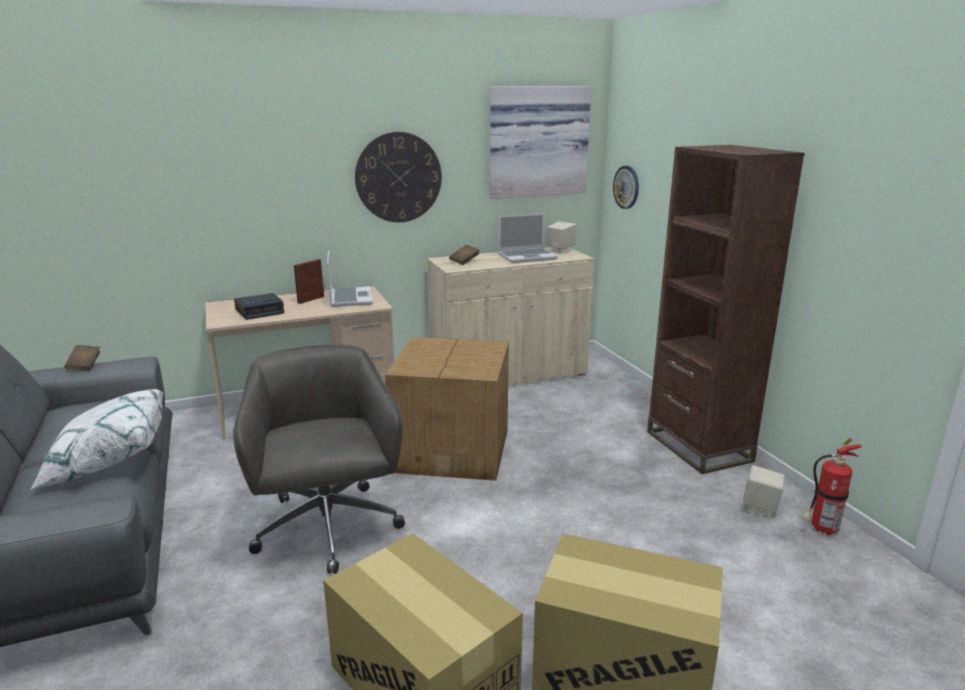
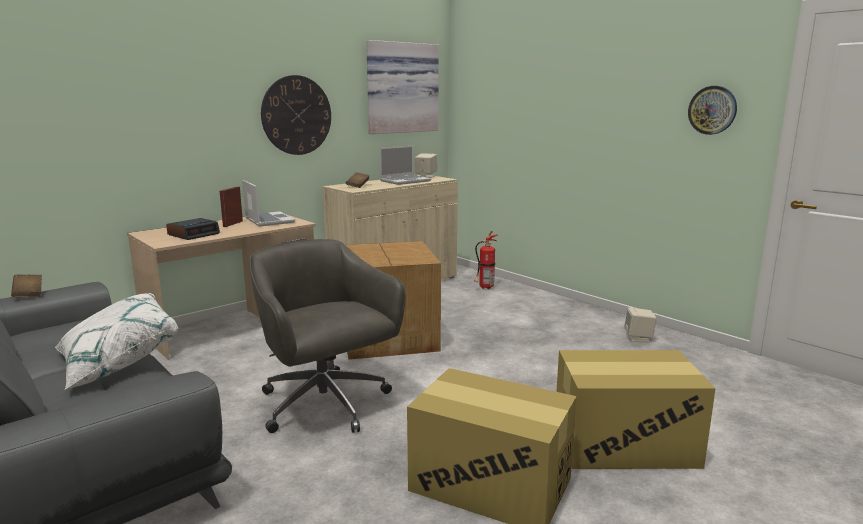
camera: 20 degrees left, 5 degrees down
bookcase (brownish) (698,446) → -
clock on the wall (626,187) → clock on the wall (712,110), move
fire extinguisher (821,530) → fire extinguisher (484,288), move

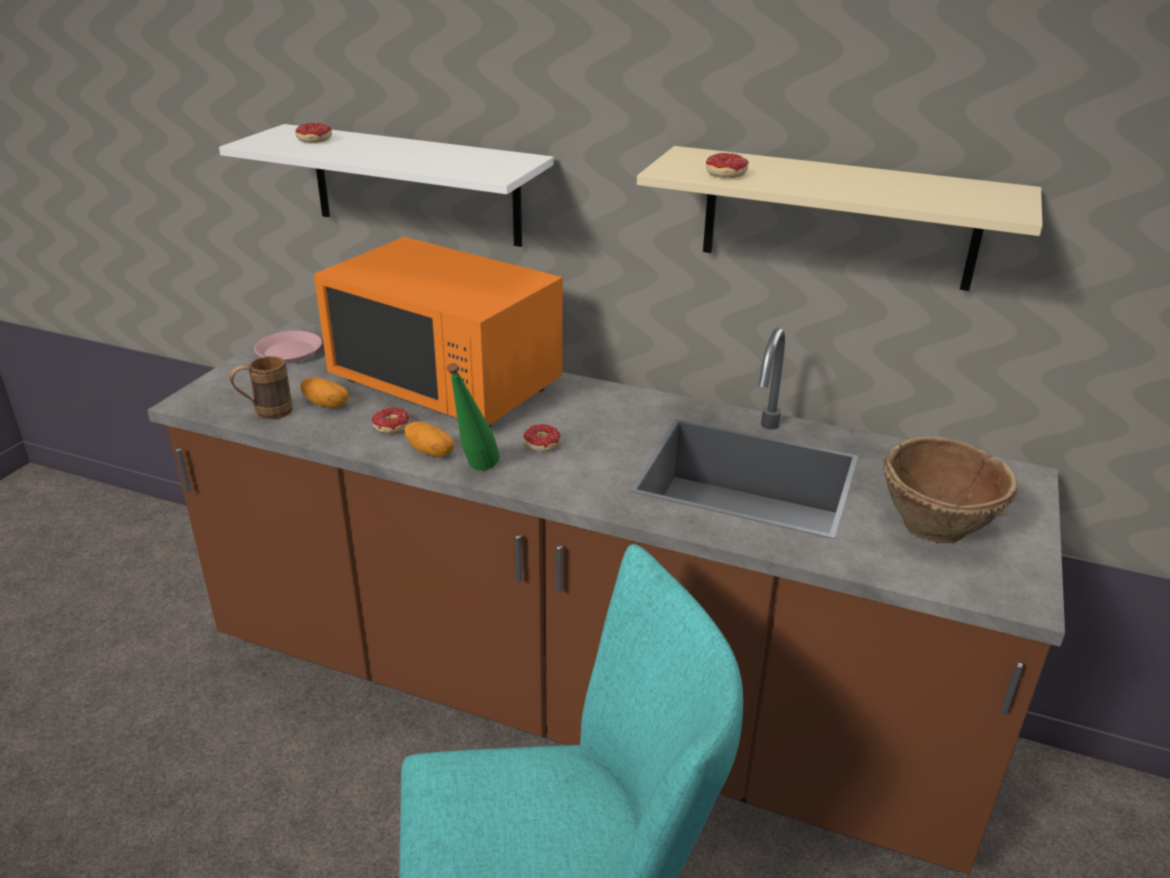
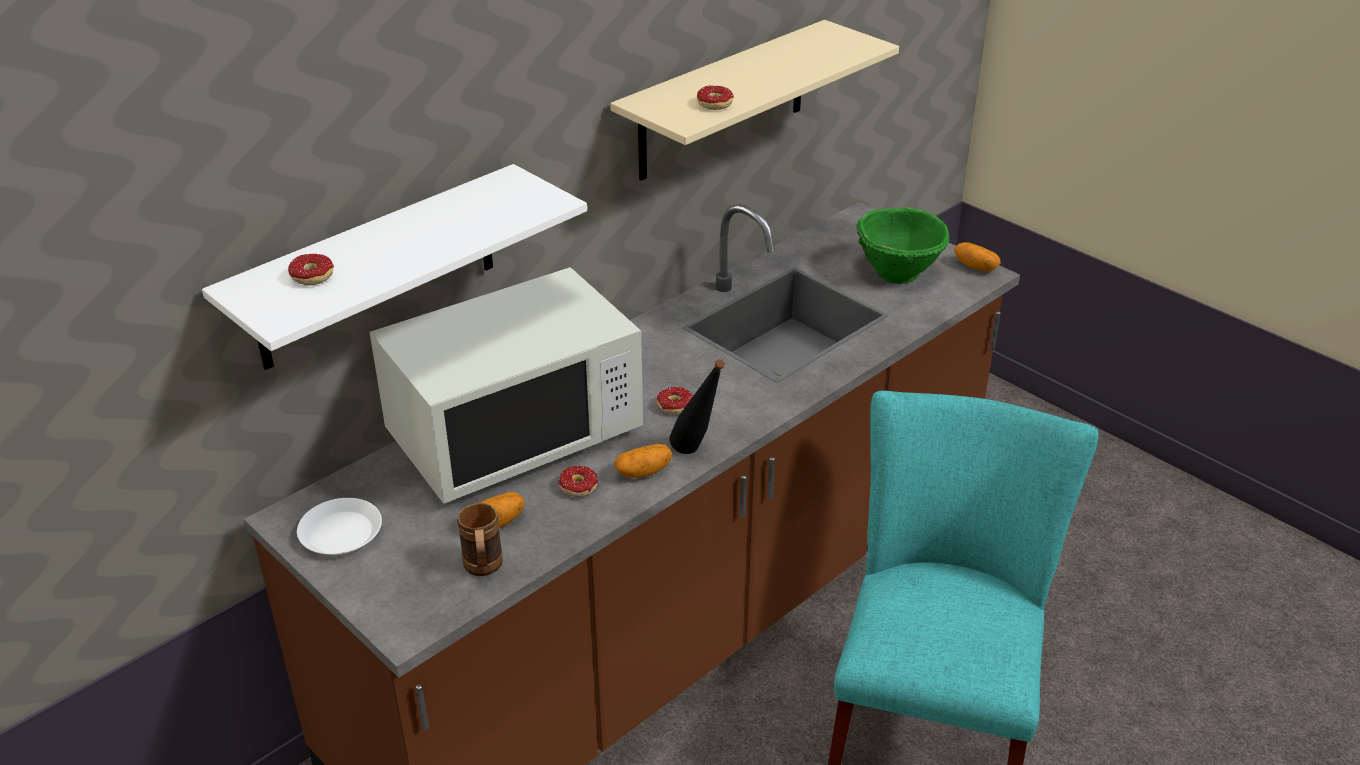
camera: 65 degrees left, 5 degrees up
microwave oven (orange) (447,383) → microwave oven (whitish) (515,434)
dinner plate (pinkish) (289,352) → dinner plate (whitish) (341,533)
drink bottle (green-coloured) (474,472) → drink bottle (black-coloured) (697,454)
serving bowl (brownish) (937,527) → serving bowl (green-coloured) (898,272)
- → whole potato (975,267)

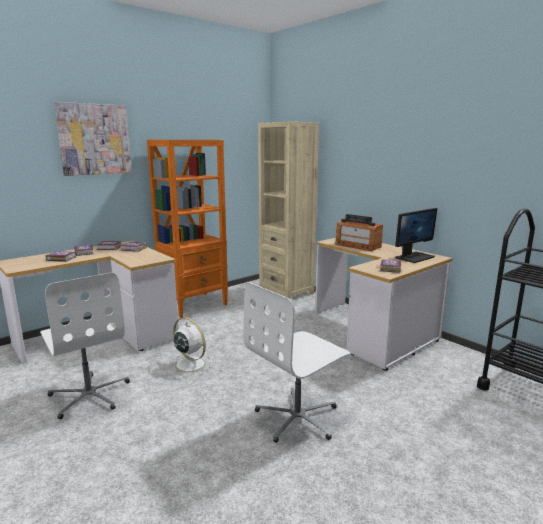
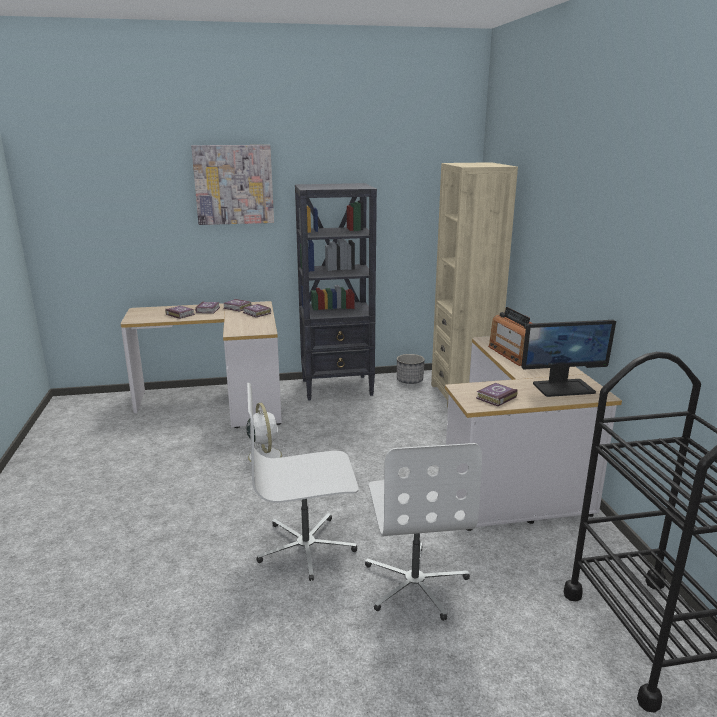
camera: 30 degrees right, 5 degrees up
bookcase (orange) (194,305) → bookcase (black-coloured) (338,388)
computer chair (whitish) (90,395) → computer chair (whitish) (415,583), move
- → planter (409,380)

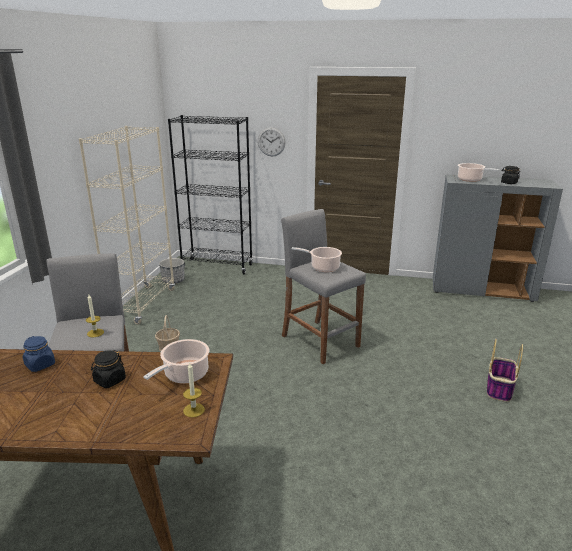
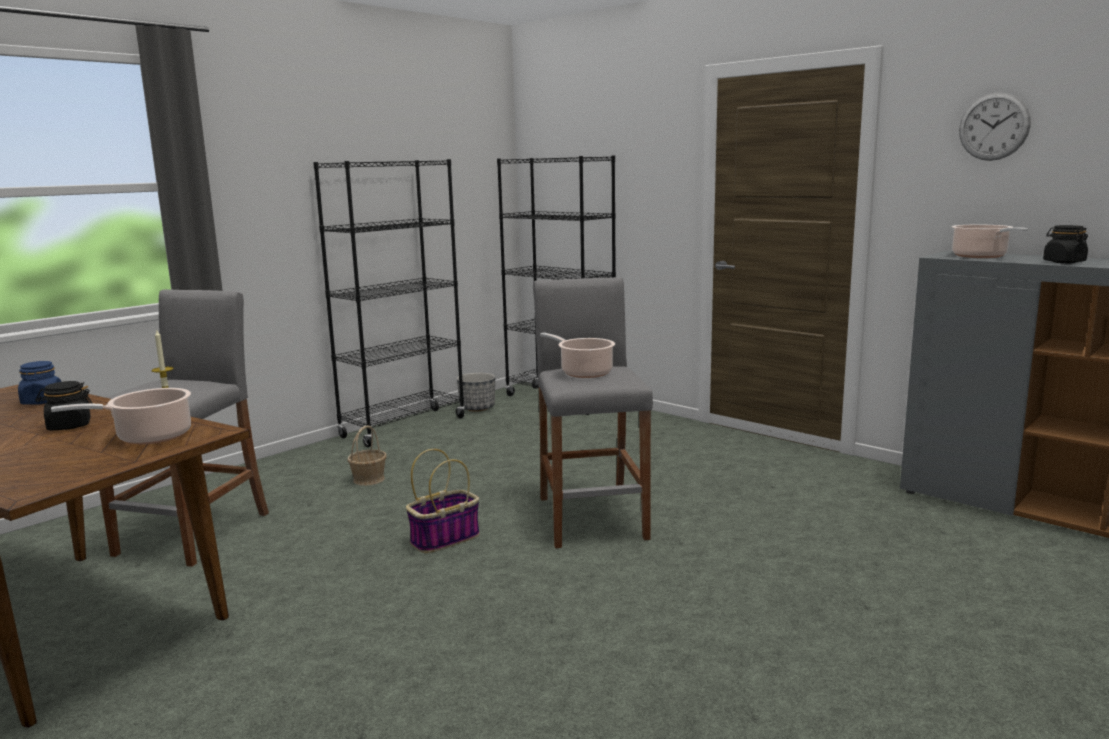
camera: 30 degrees right, 10 degrees down
bookcase (beige-coloured) (143,305) → bookcase (black-coloured) (403,427)
clock on the wall (271,142) → clock on the wall (994,126), move
household basket (499,388) → household basket (445,539), move
wax candle (194,410) → -

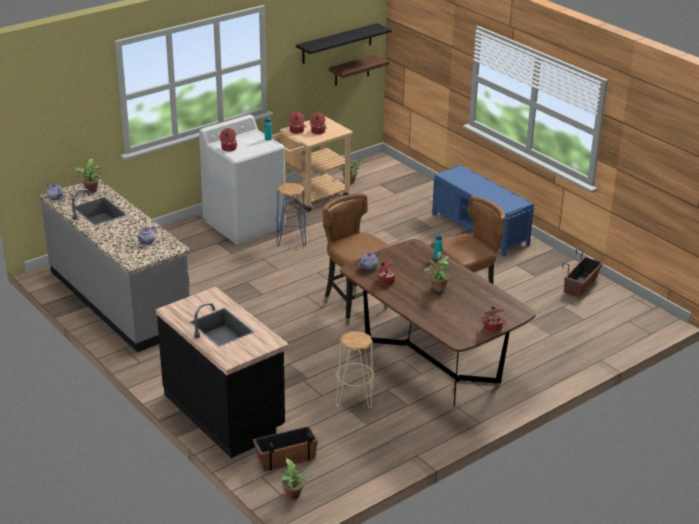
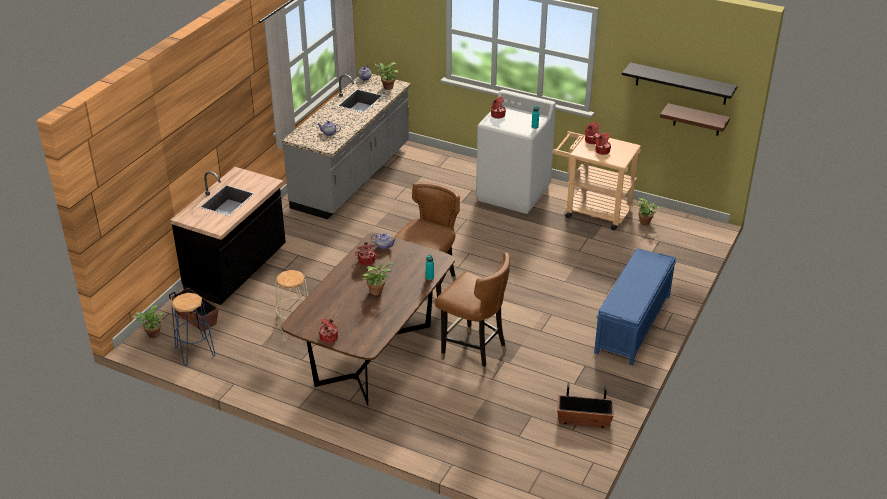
camera: 65 degrees right, 5 degrees up
stool seat (bluish) (291,239) → stool seat (bluish) (195,351), move

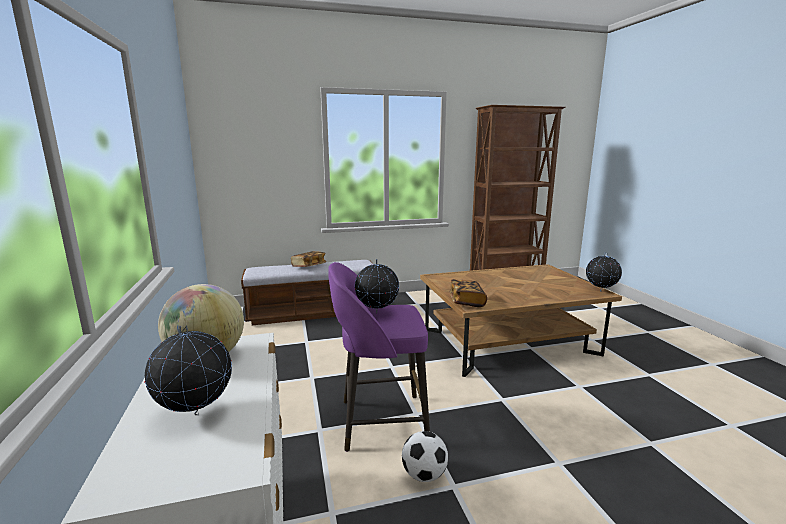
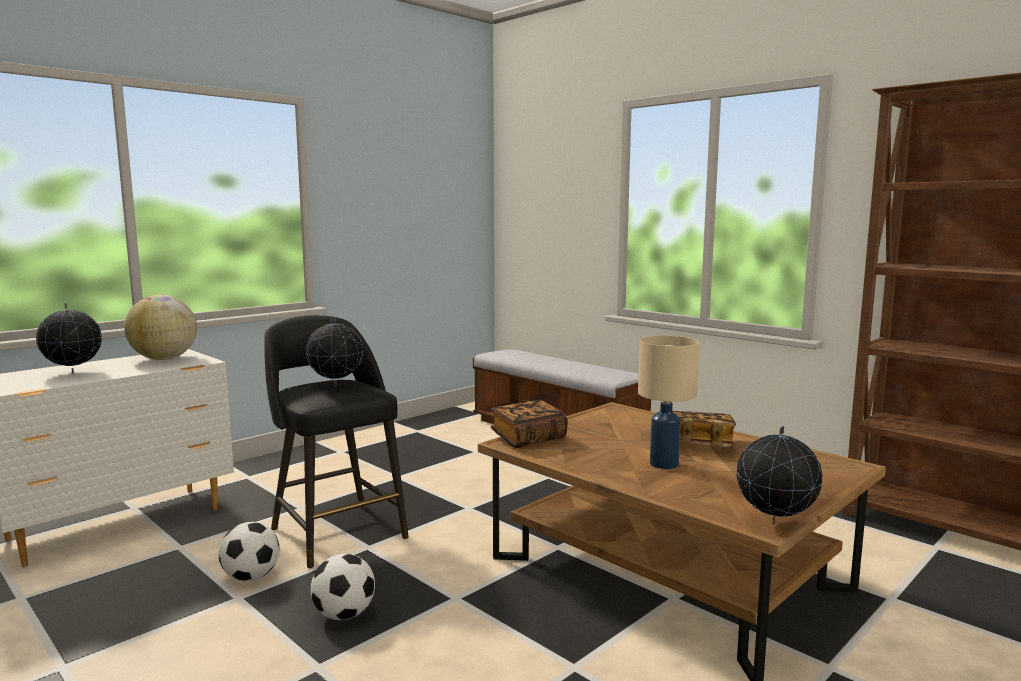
camera: 60 degrees right, 5 degrees down
volume (309,266) → volume (699,444), move
stool seat (purplish) (380,421) → stool seat (black-coloured) (337,531)
- → lamp for a table (beige-coloured) (663,464)
- → ball for football (344,615)

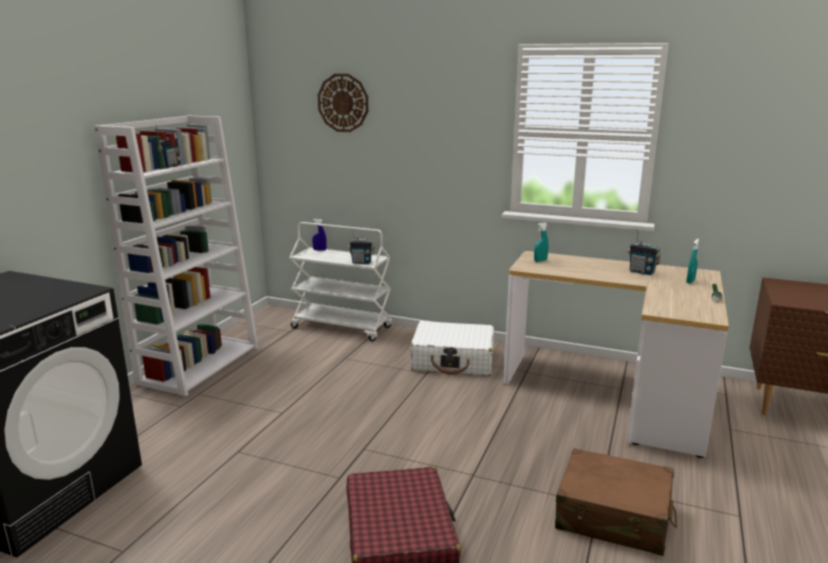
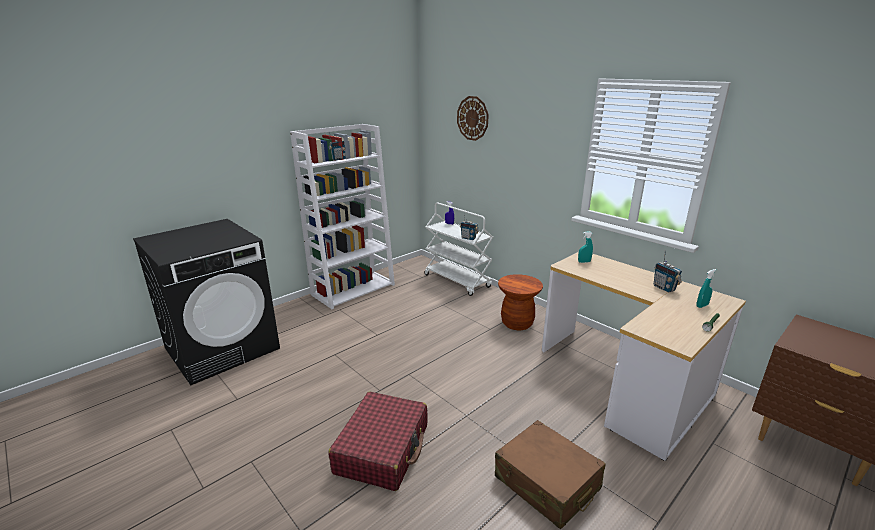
camera: 25 degrees right, 5 degrees up
piece of luggage (whitish) (453,360) → stool seat (brownish) (517,323)

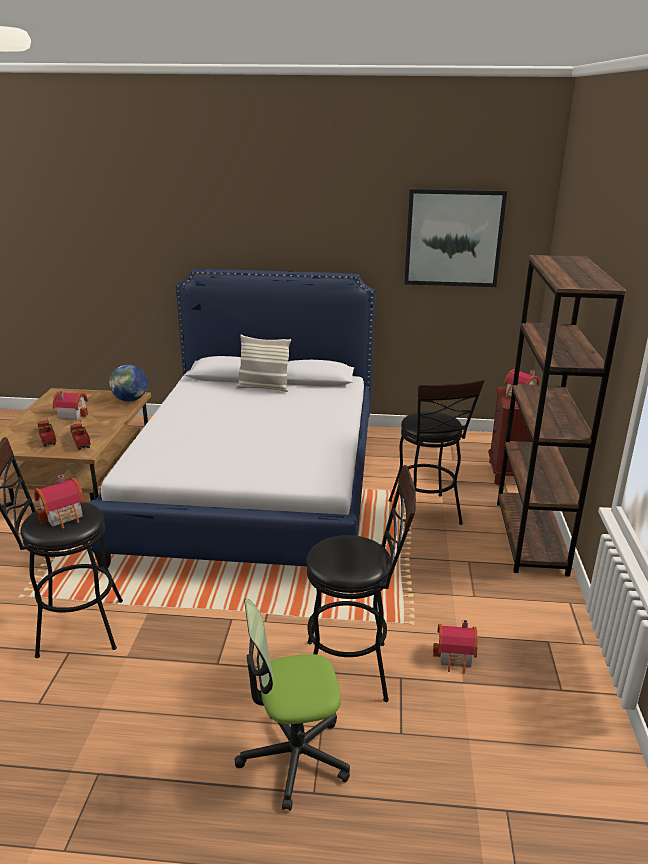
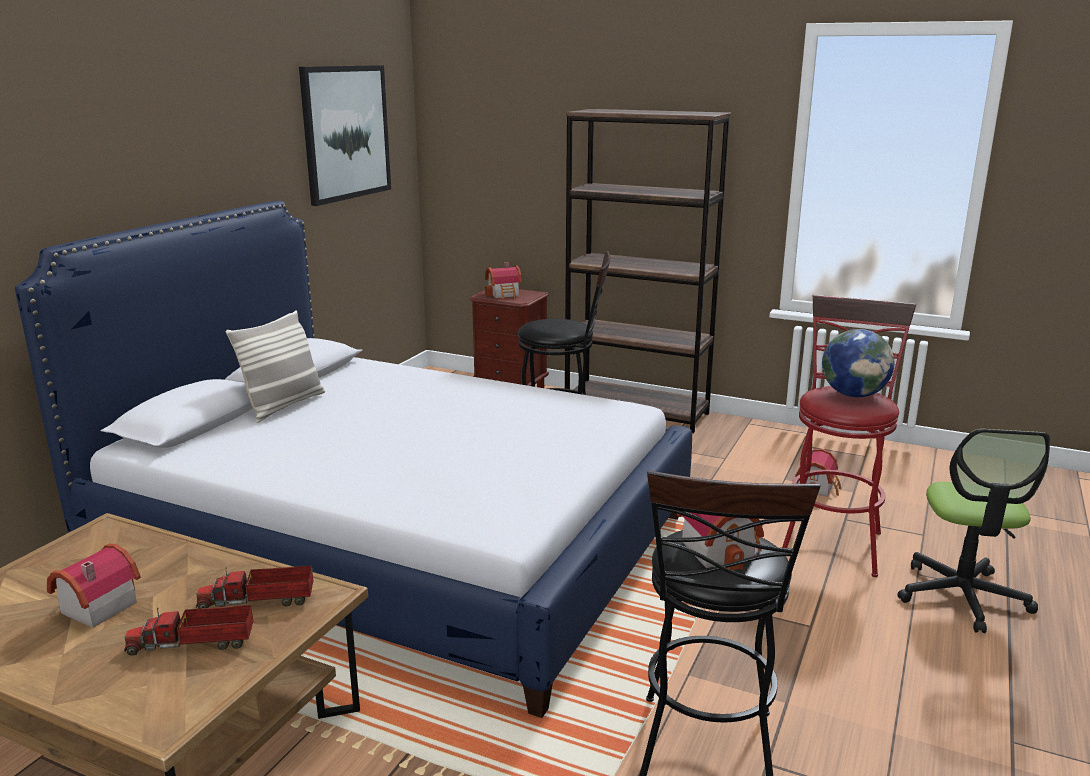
camera: 70 degrees left, 5 degrees down
desk globe (130,400) → desk globe (853,395), move
stool seat (black-coloured) (355,670) → stool seat (red) (831,540)

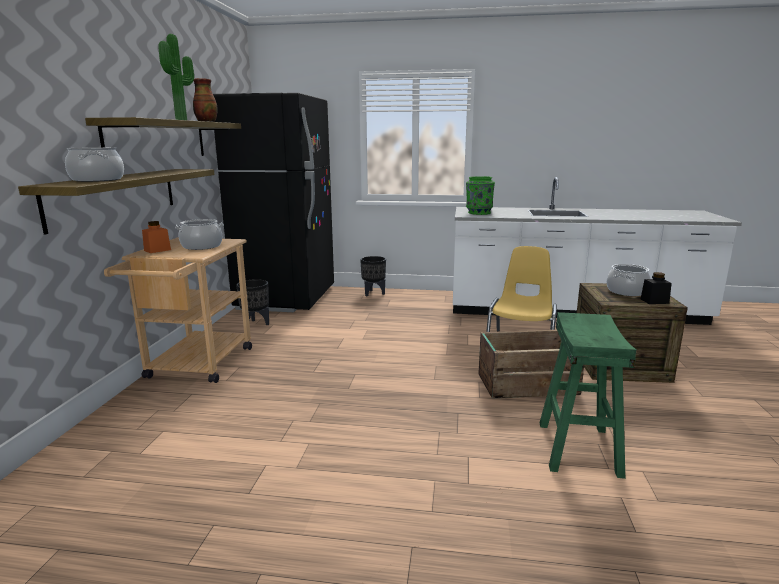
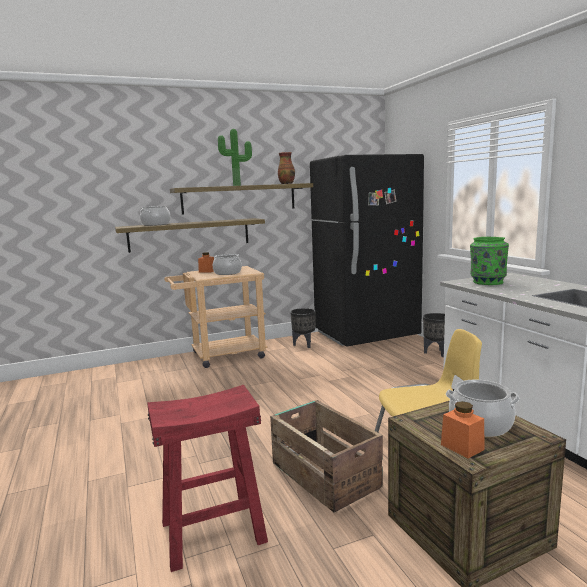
camera: 60 degrees right, 5 degrees down
jar (black-coloured) (654,301) → jar (orange) (462,447)
stool seat (green-coloured) (579,448) → stool seat (red) (213,532)

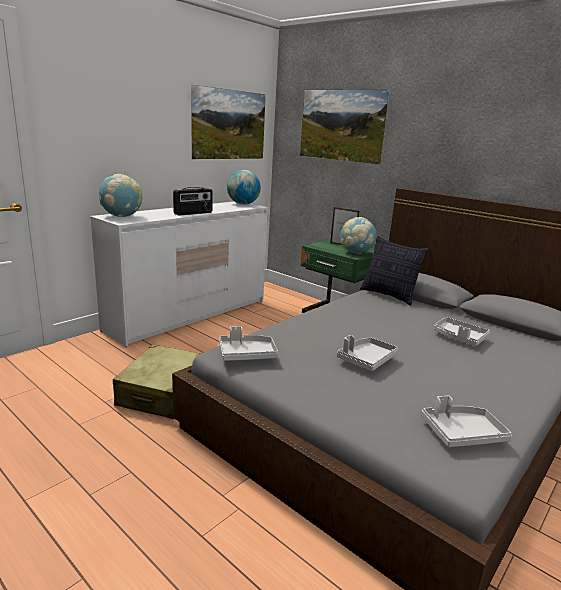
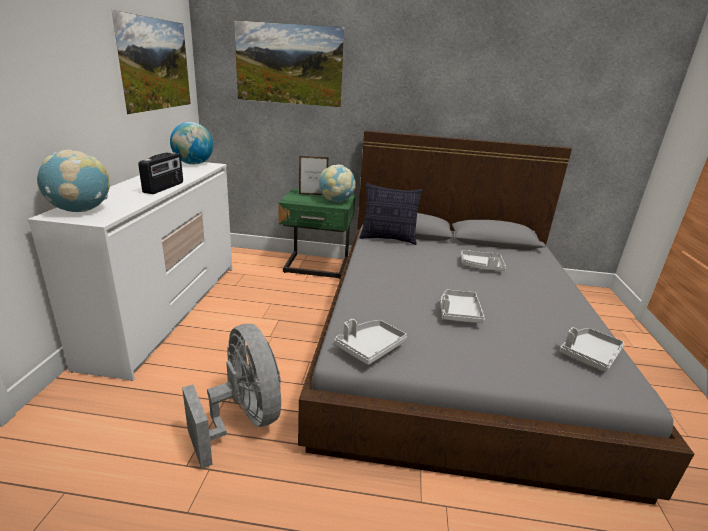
camera: 35 degrees left, 5 degrees up
piece of luggage (beige-coloured) (163,392) → electric fan (gray) (243,420)

